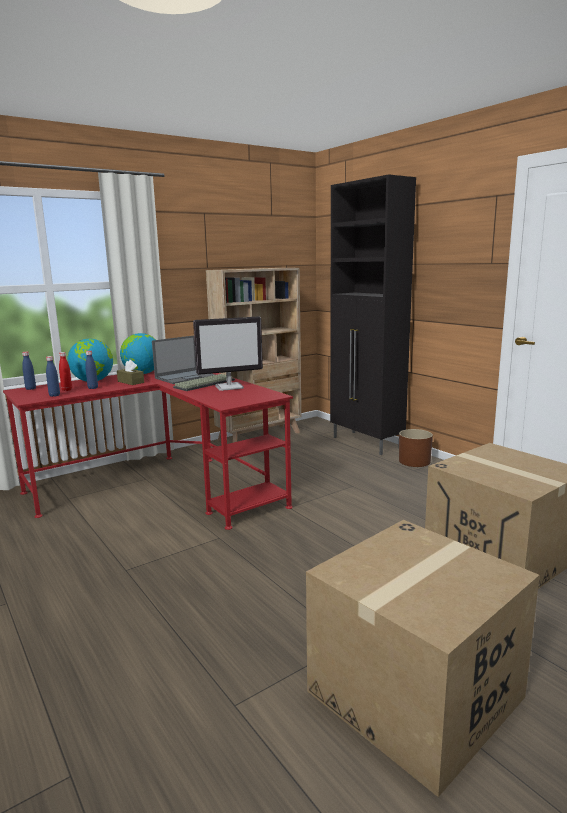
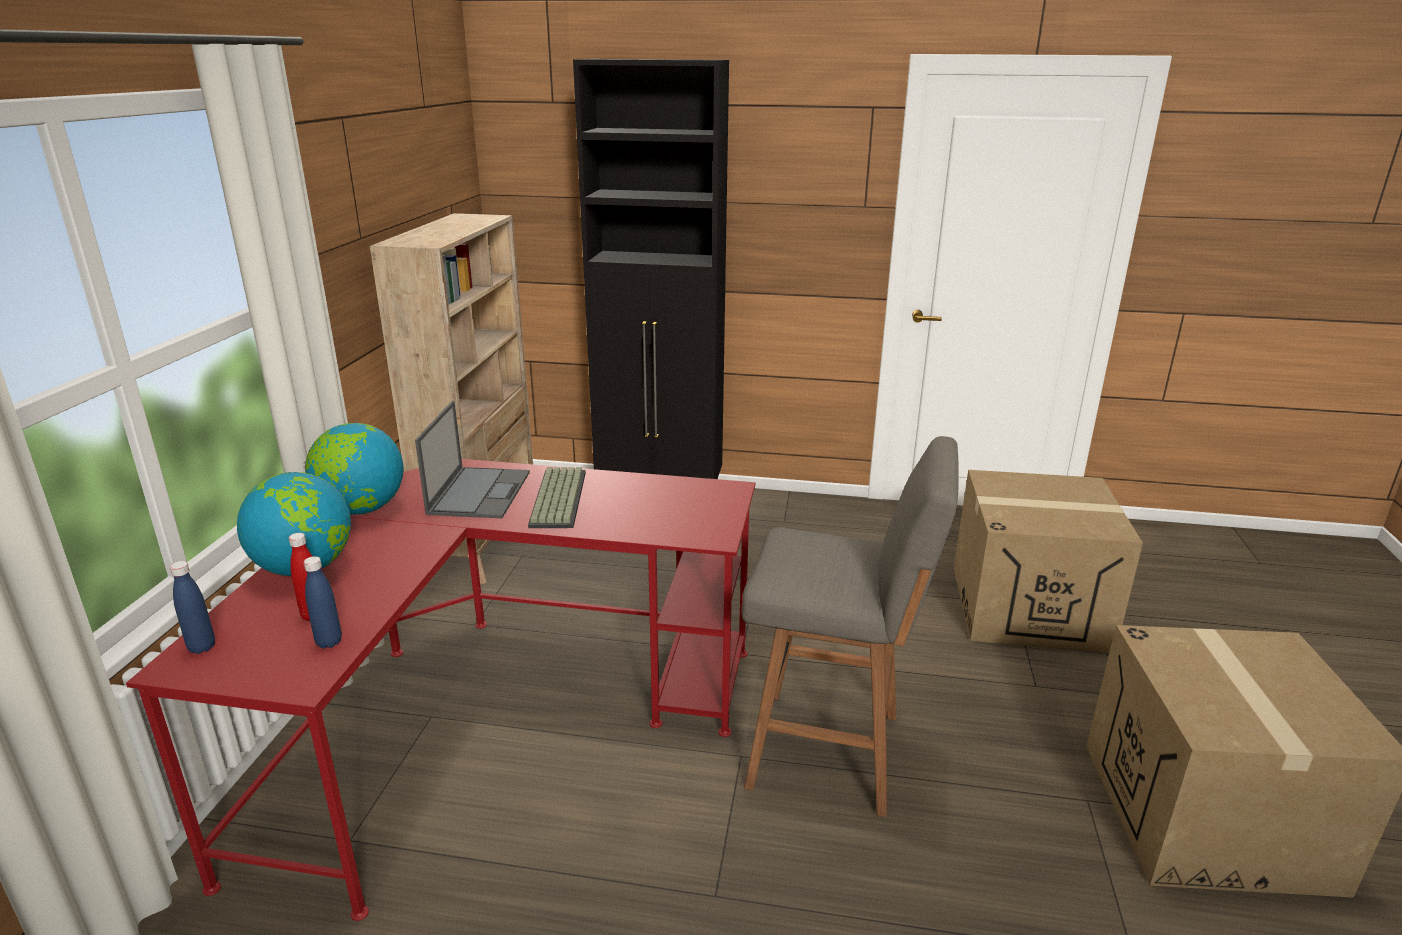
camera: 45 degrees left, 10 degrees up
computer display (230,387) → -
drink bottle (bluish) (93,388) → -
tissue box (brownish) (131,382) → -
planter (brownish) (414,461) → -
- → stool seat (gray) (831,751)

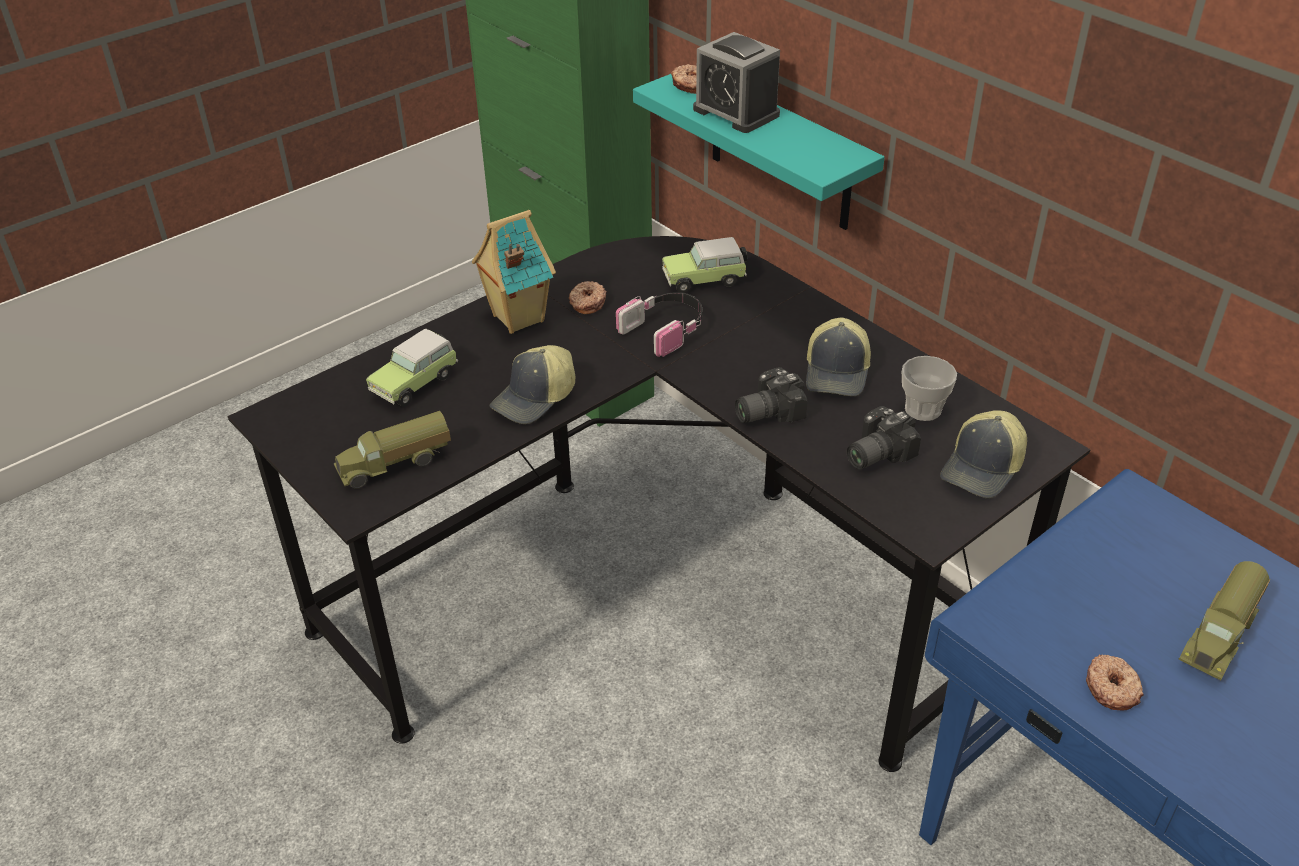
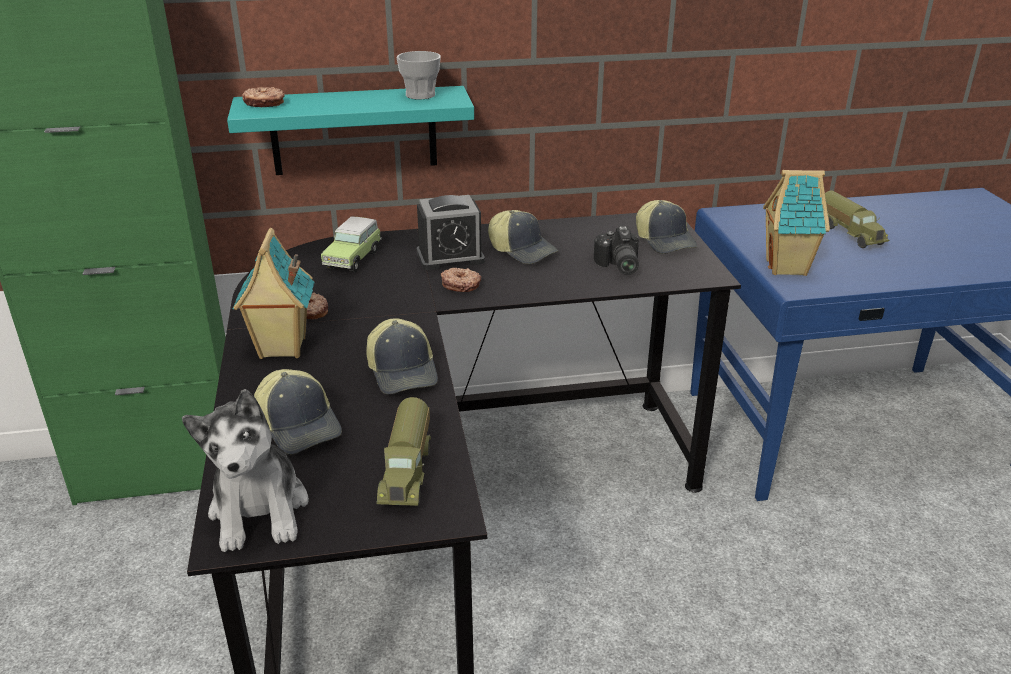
camera: 60 degrees left, 10 degrees down
table clock (736,112) → table clock (450,257), move
headphones (665,330) → -
miniature car (417,382) → cap (300,426)
drinking cup (923,409) → drinking cup (420,95), move
still camera (765,411) → -
donut (1112,688) → donut (461,285), move
- → toy house (788,268)
- → soft toy (260,510)

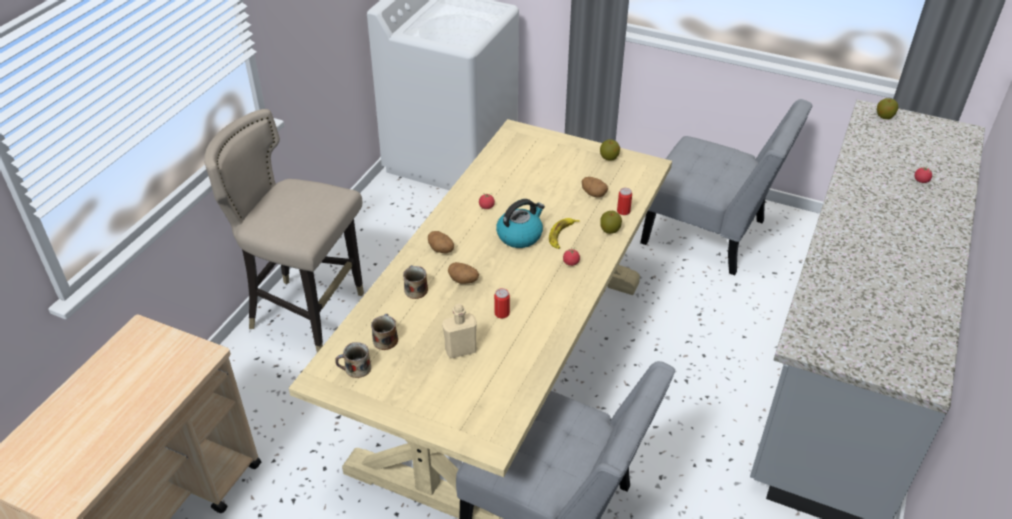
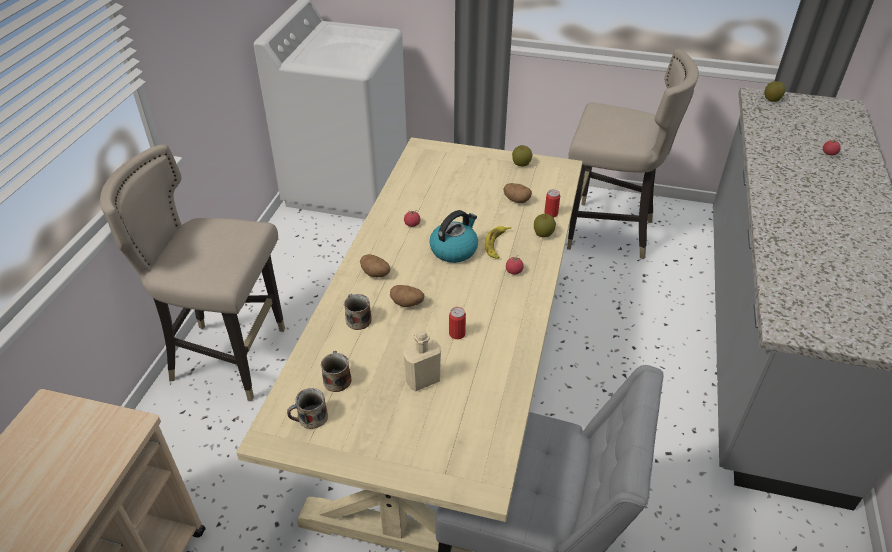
camera: 10 degrees left, 0 degrees up
plain chair (gray) (710,235) → stool seat (beige-coloured) (607,232)

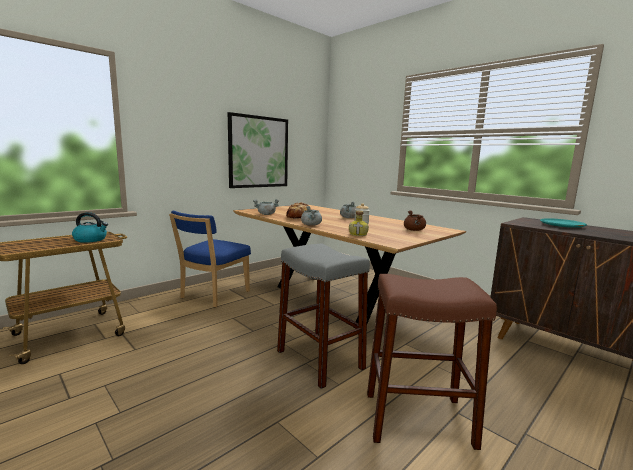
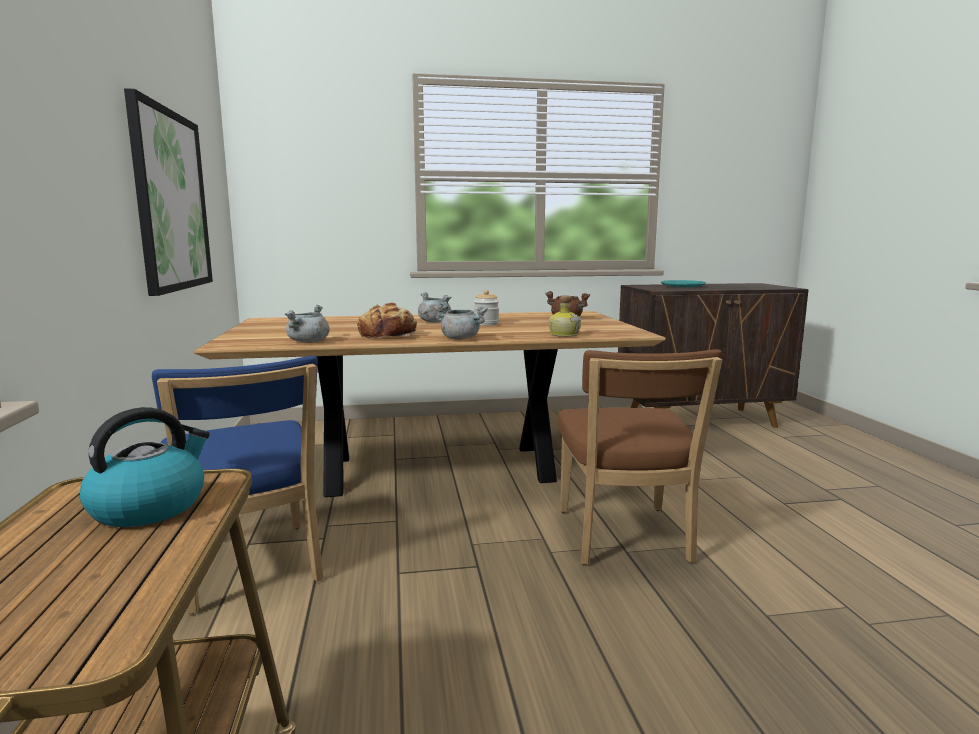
camera: 55 degrees left, 0 degrees up
stool seat (gray) (319,359) → plain chair (brownish) (624,539)
stool seat (brownish) (417,419) → -

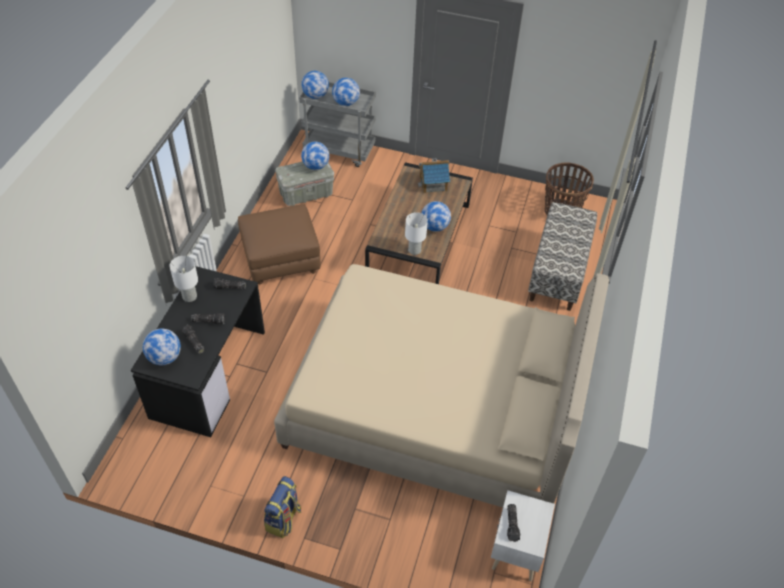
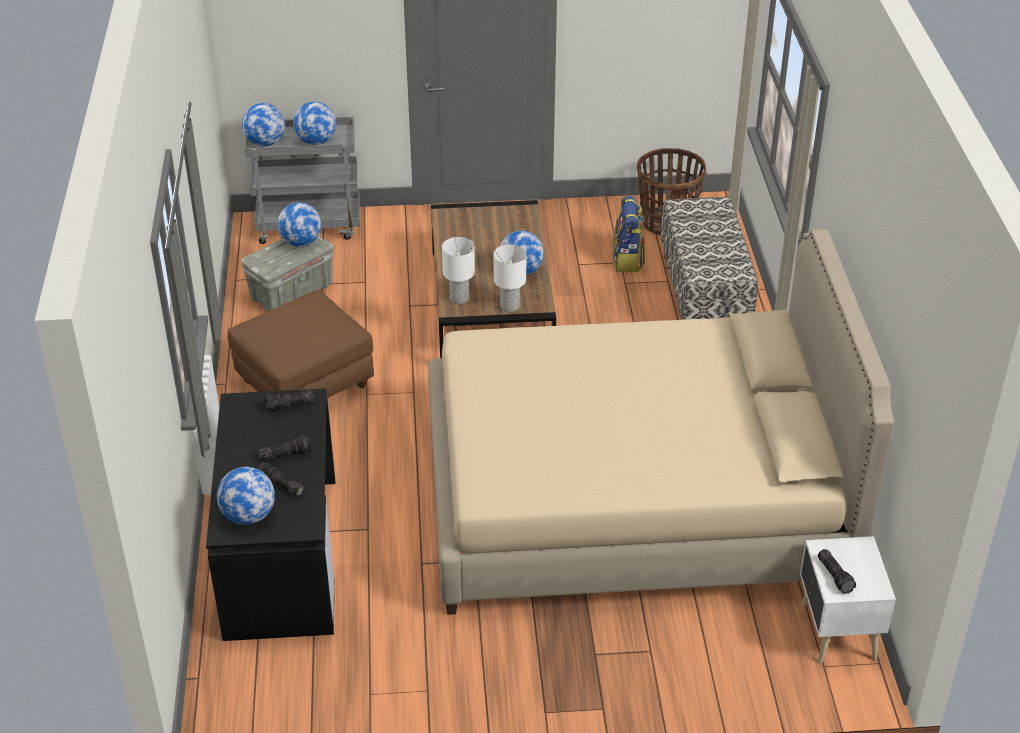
camera: 20 degrees left, 10 degrees down
toy house (433,184) → -
lamp for a table (whitish) (189,296) → lamp for a table (whitish) (459,298), move
backpack (283,519) → backpack (628,260), move

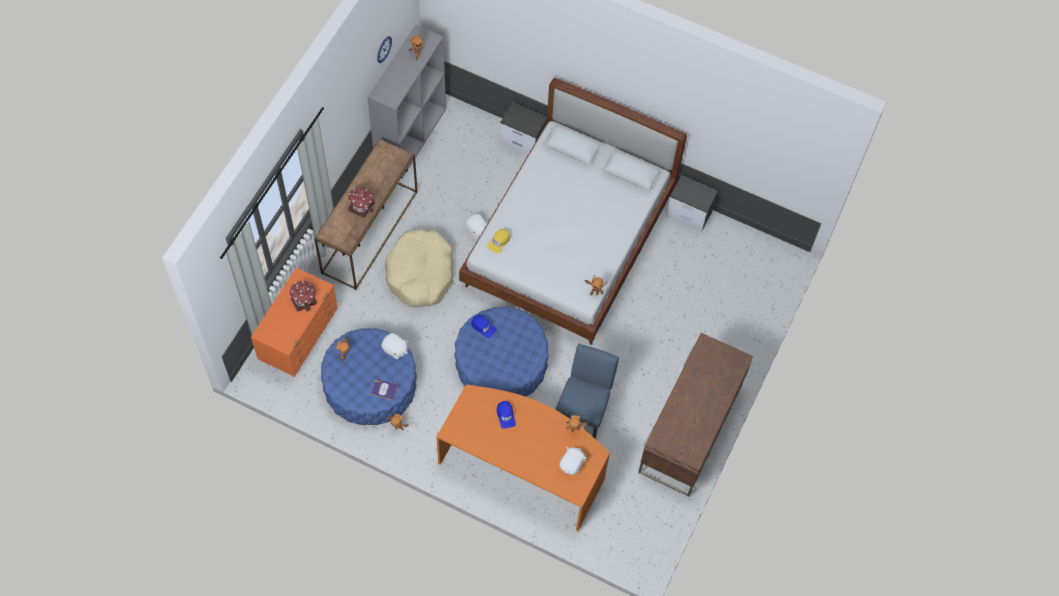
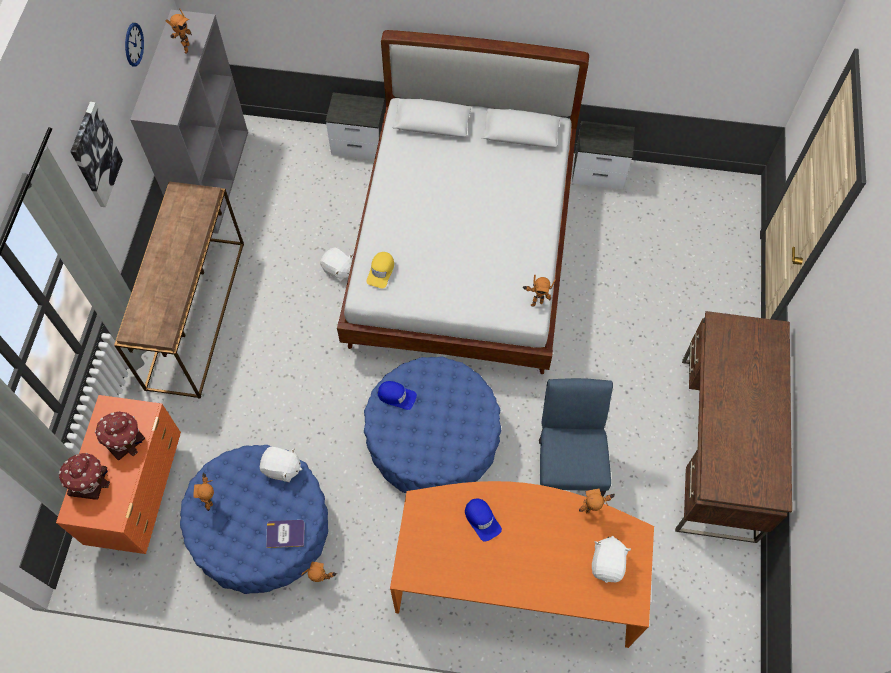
camera: 15 degrees left, 0 degrees up
toy house (361,206) → toy house (89,481), move
pet bed (beige-coloured) (420,273) → -
- → wall art (95,155)

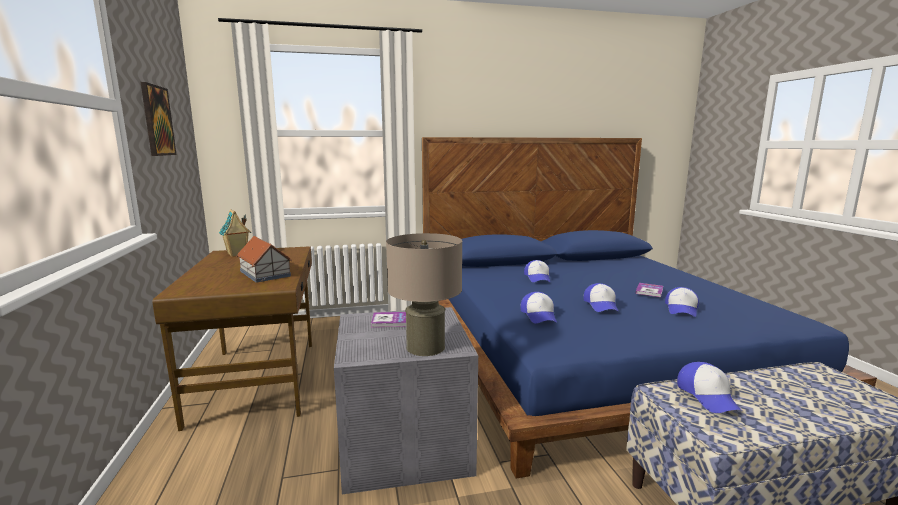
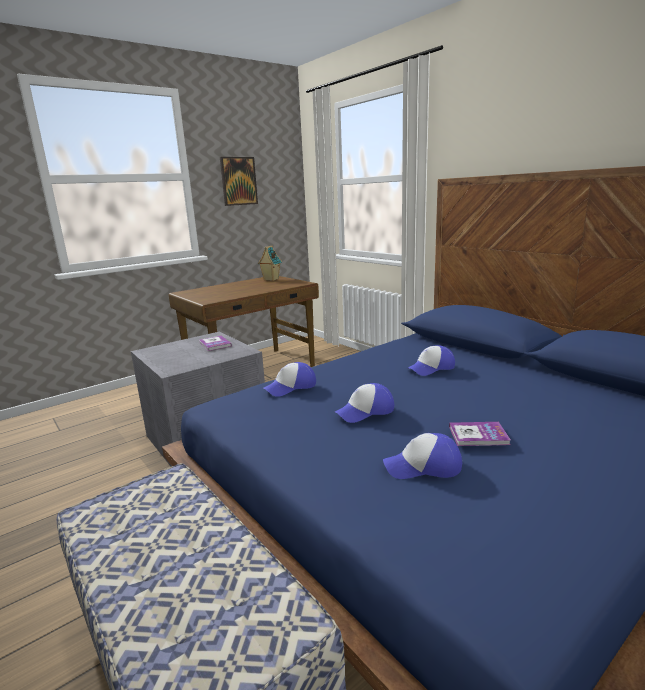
camera: 65 degrees right, 5 degrees up
lamp for a table (beige-coloured) (425,347) → -
toy house (265,273) → -
cap (708,396) → -

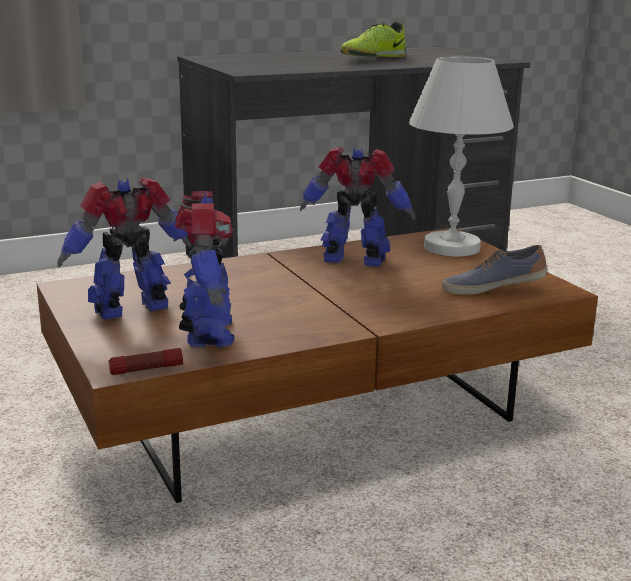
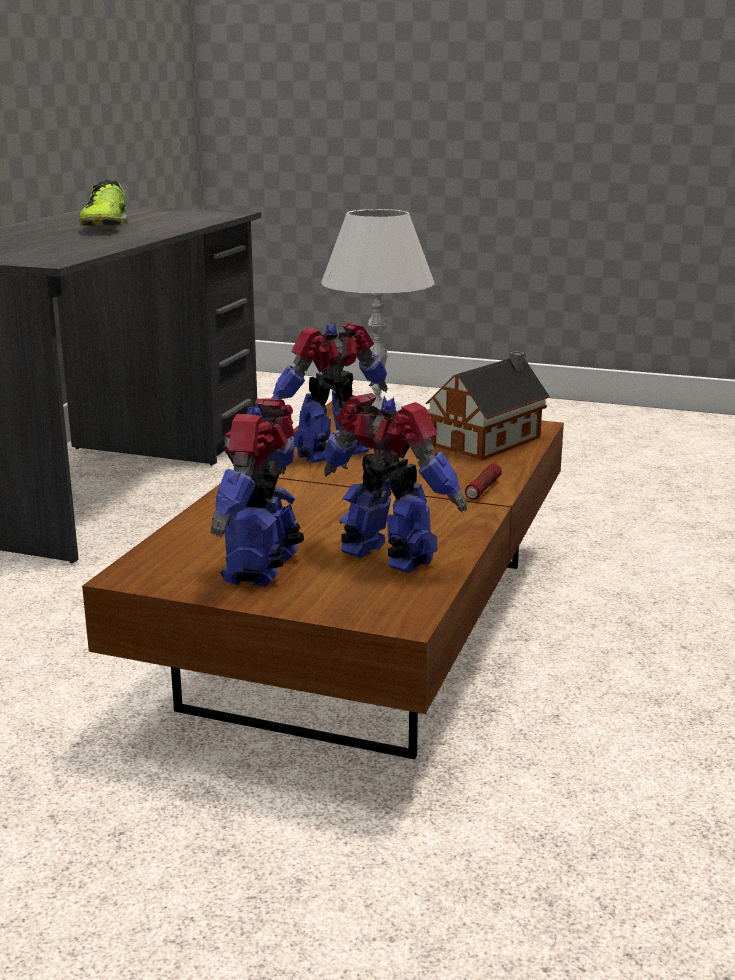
camera: 45 degrees left, 0 degrees up
low shoe (492,288) → toy house (490,440)
torch (146,370) → torch (483,489), move

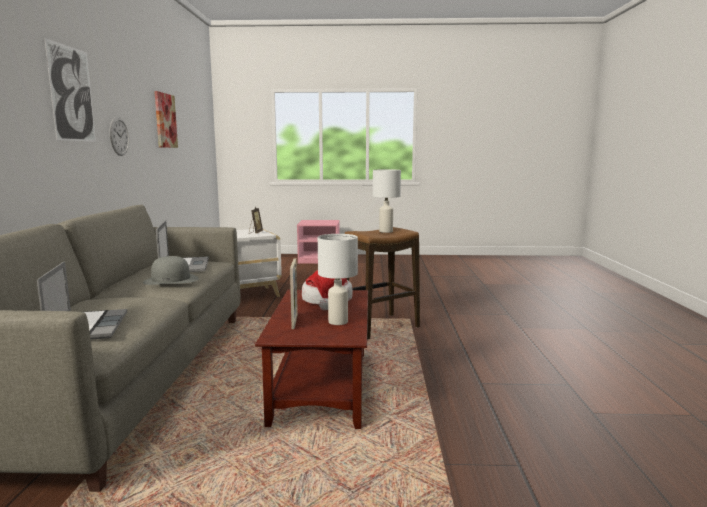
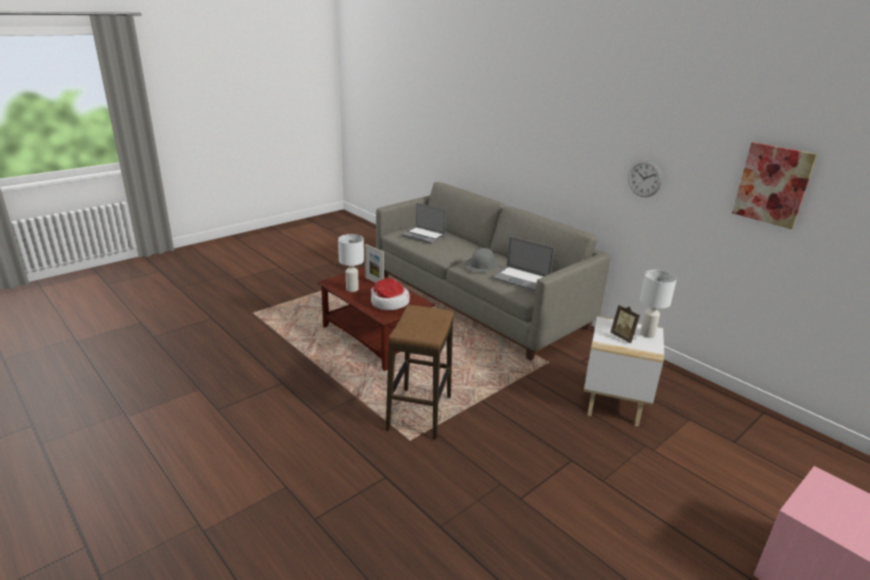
camera: 135 degrees right, 15 degrees up
wall art (72,94) → -
lamp for a table (whitish) (386,231) → lamp for a table (whitish) (647,334), move

